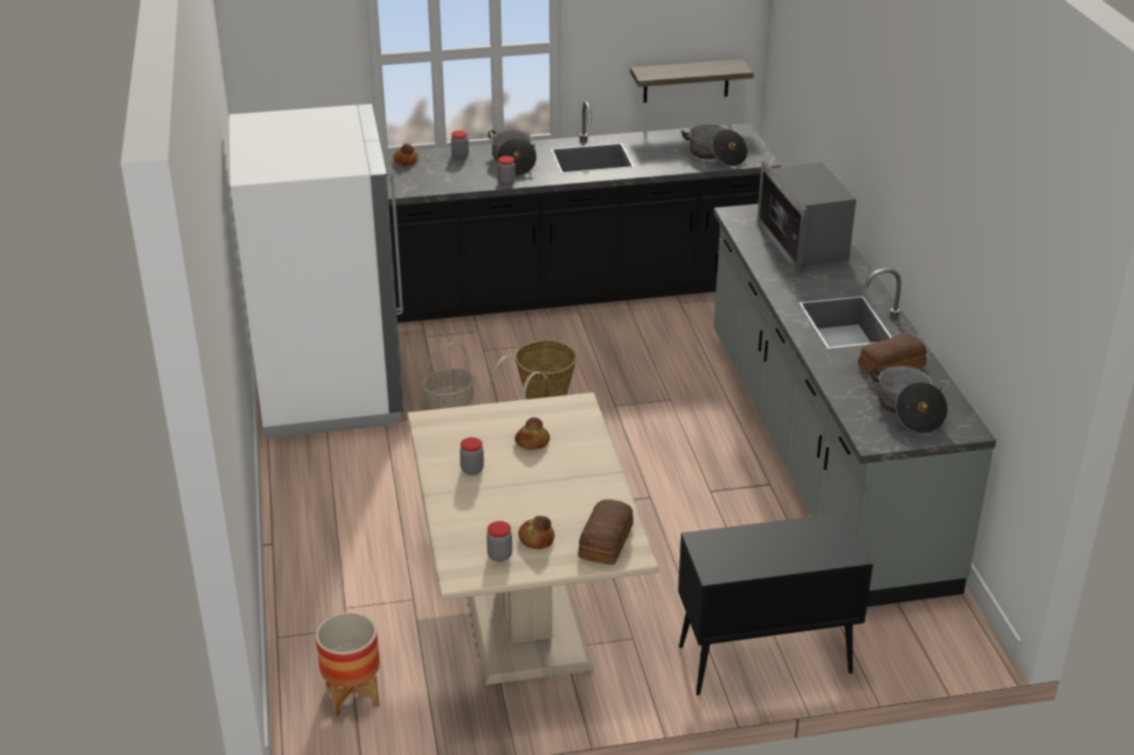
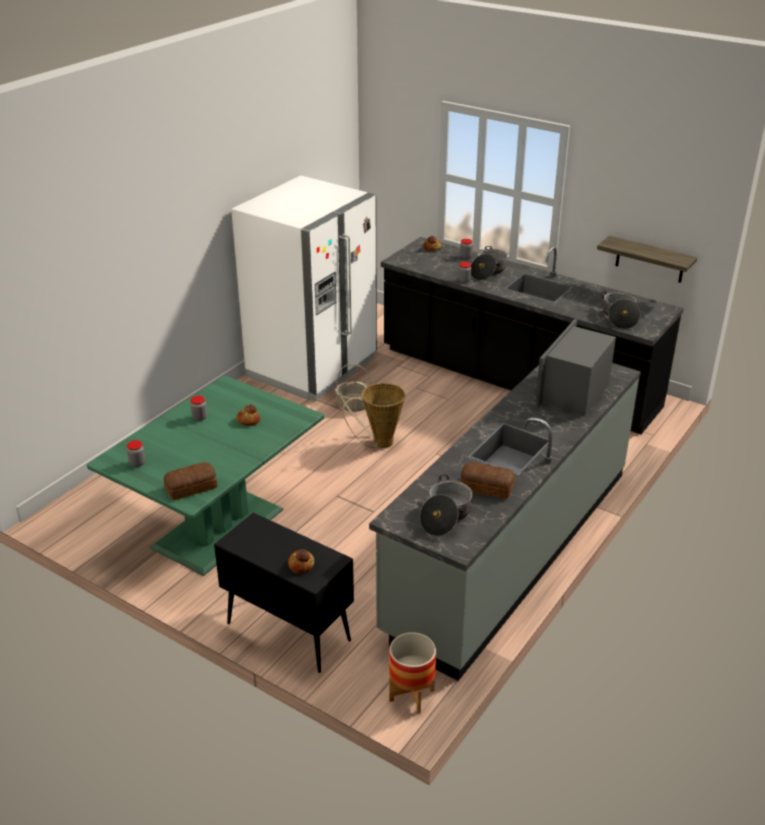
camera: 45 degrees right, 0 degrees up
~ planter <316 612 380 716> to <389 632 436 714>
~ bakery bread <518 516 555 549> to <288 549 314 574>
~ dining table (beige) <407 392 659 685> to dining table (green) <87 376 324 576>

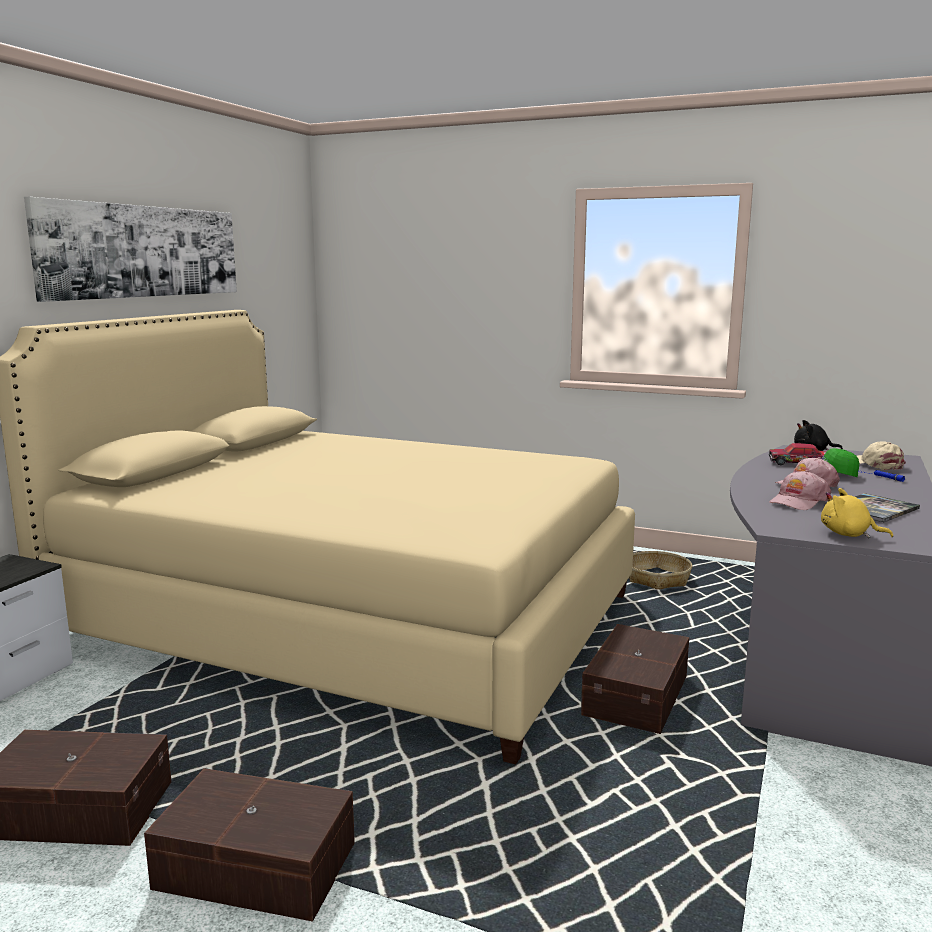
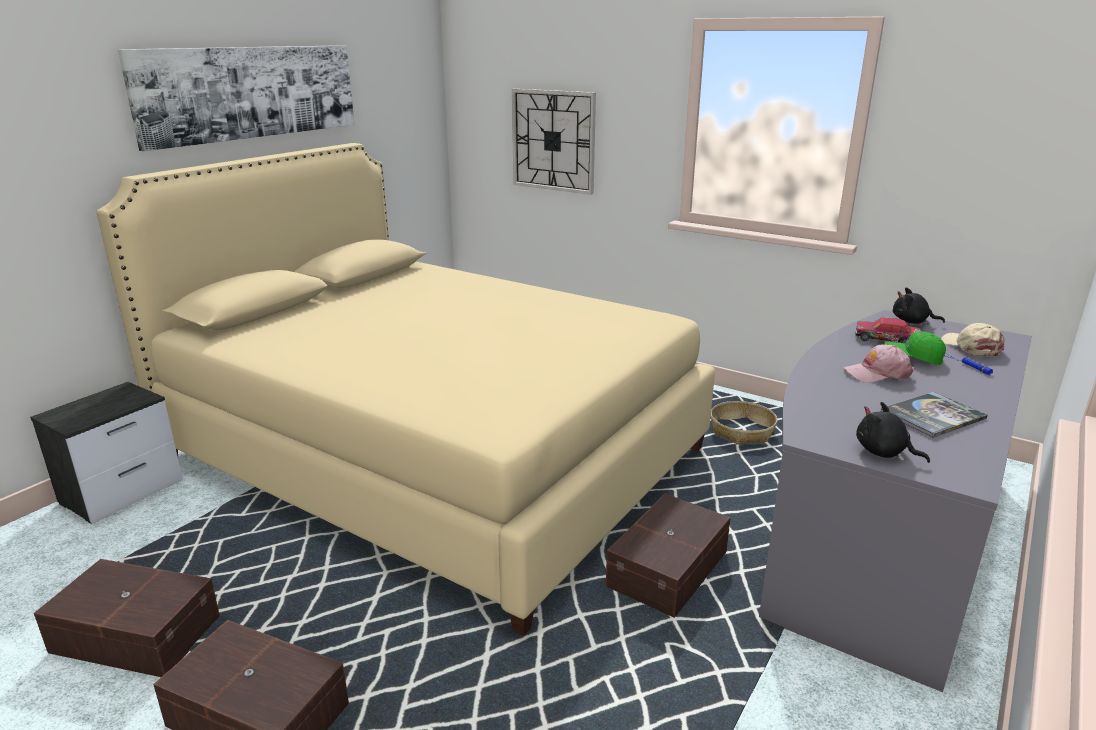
camera: 10 degrees right, 10 degrees up
- baseball cap (pink-coloured) <769 470 831 510>
+ clock on the wall <512 89 596 195>
~ soft toy (yellow-coloured) <821 488 893 538> to soft toy (black-coloured) <856 402 930 463>

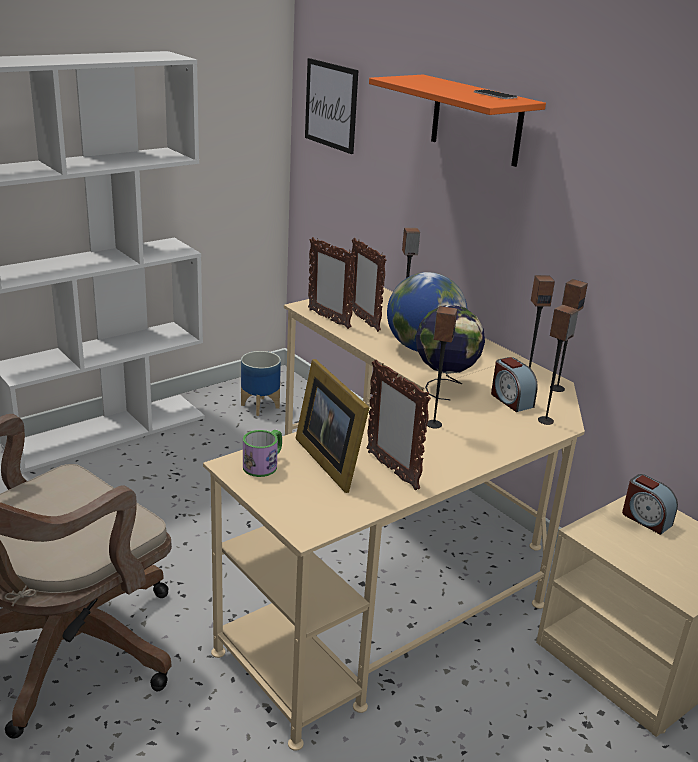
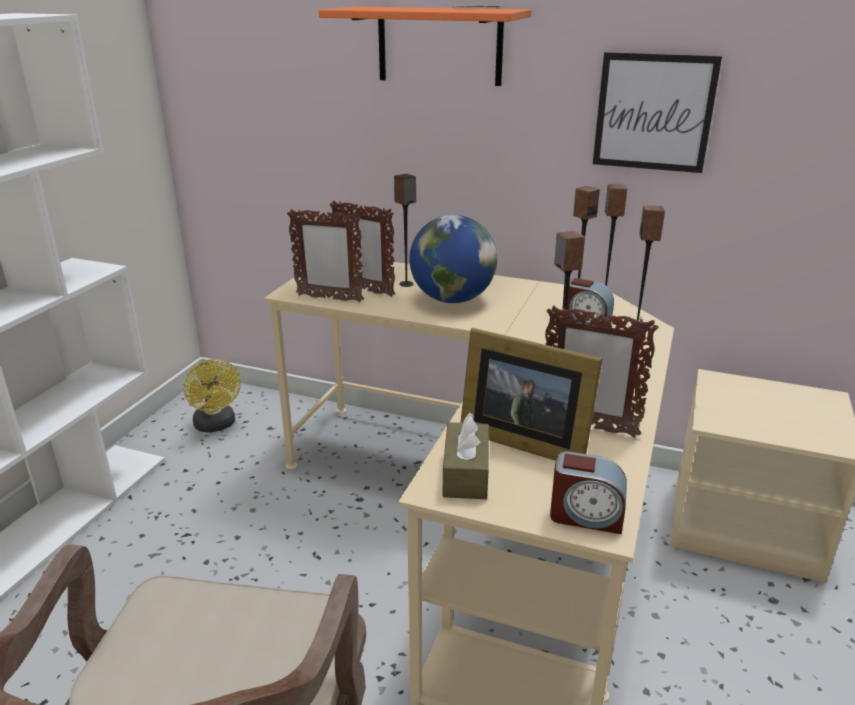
camera: 30 degrees left, 0 degrees up
- globe <416 305 485 400>
~ picture <305 58 358 154> to <593 52 722 173>
~ bedside clock <622 474 678 535> to <550 451 627 534>
~ planter <241 351 281 416> to cooling fan (yellow-coloured) <183 359 241 432>
~ tea mug <243 430 282 477> to box of tissues (brown) <443 412 489 499>

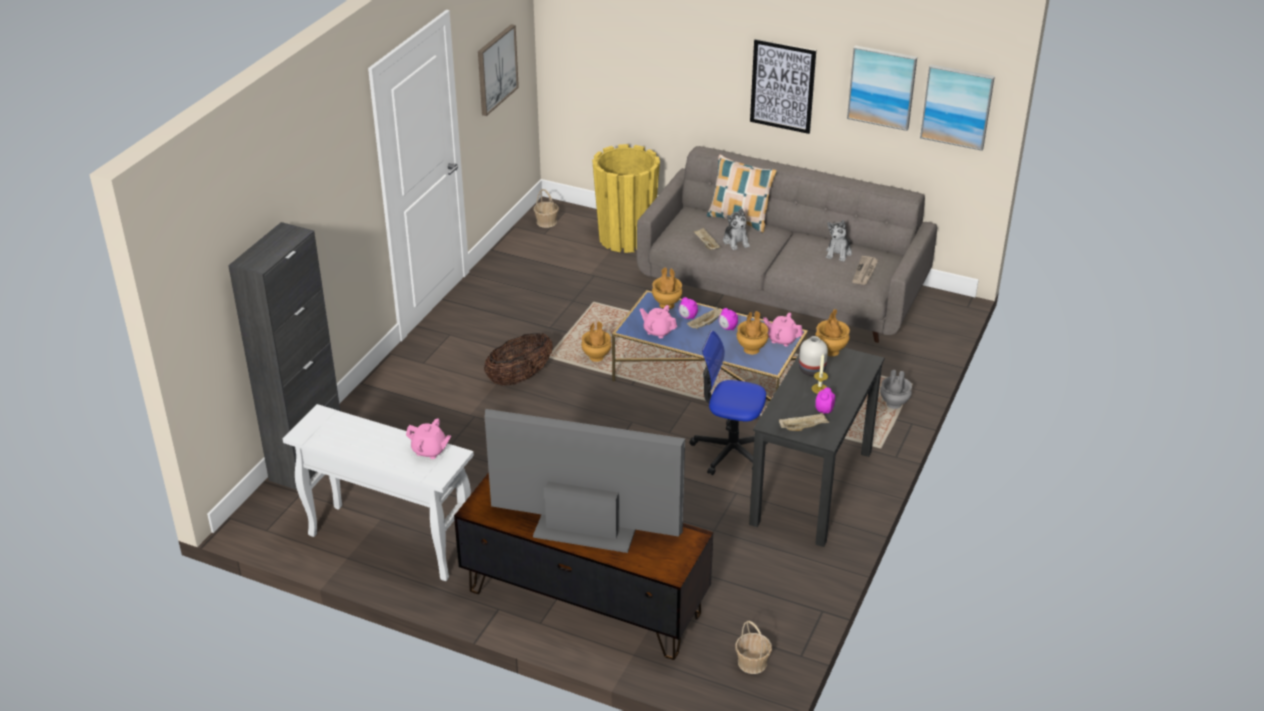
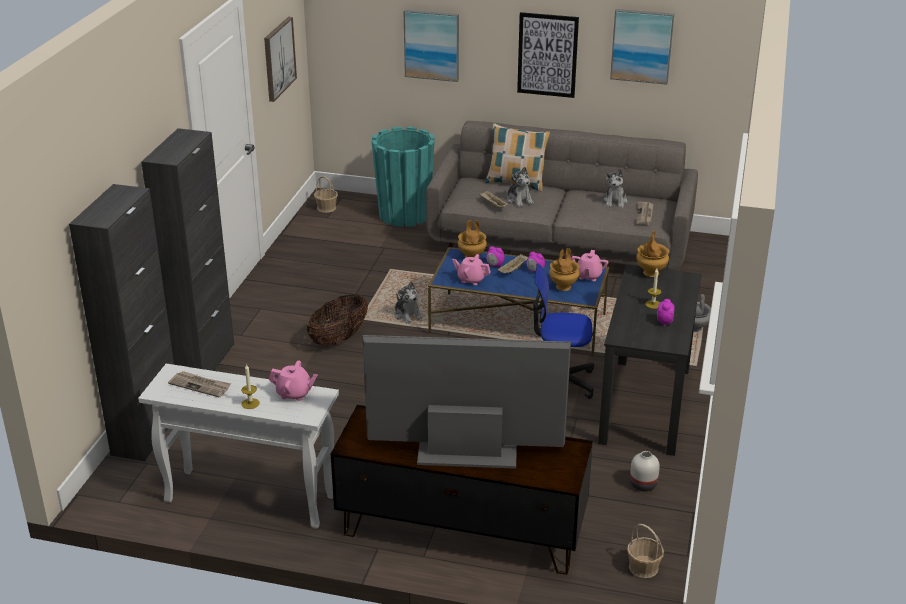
camera: 10 degrees left, 5 degrees down
- serving tray (beige) <779 412 829 431>
+ cabinet (black-coloured) <141 128 234 371>
+ daily paper <168 371 231 398>
+ candle <241 364 260 409>
~ vase (whitish) <799 336 828 376> to <630 451 660 492>
~ picture <920 64 995 151> to <403 10 459 82>
~ vase (brown) <581 322 611 362> to soft toy <394 282 423 324>
~ planter (yellow-coloured) <592 144 660 253> to planter (turquoise) <372 127 435 227>
~ pot for tea (pink-coloured) <763 313 803 347> = <571 250 608 281> 90 degrees counterclockwise

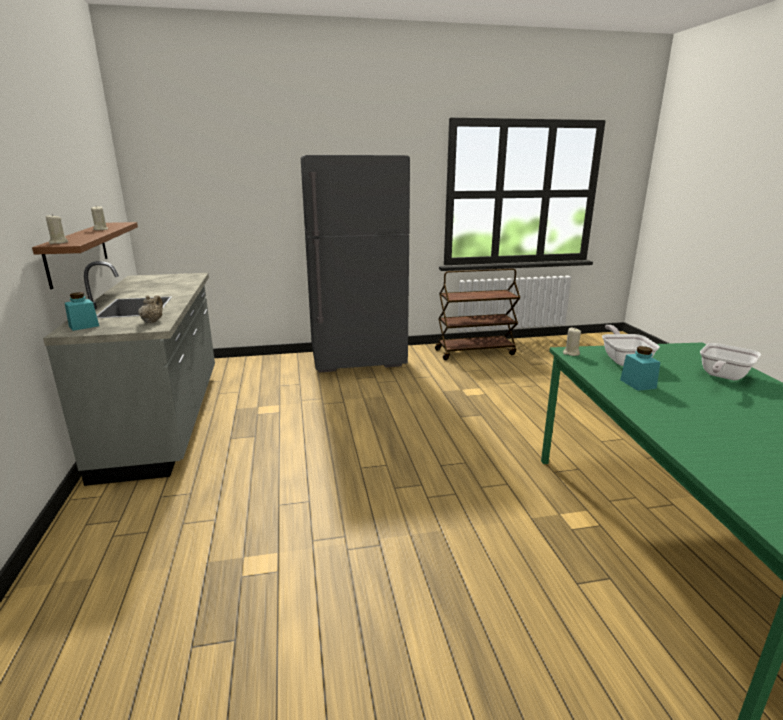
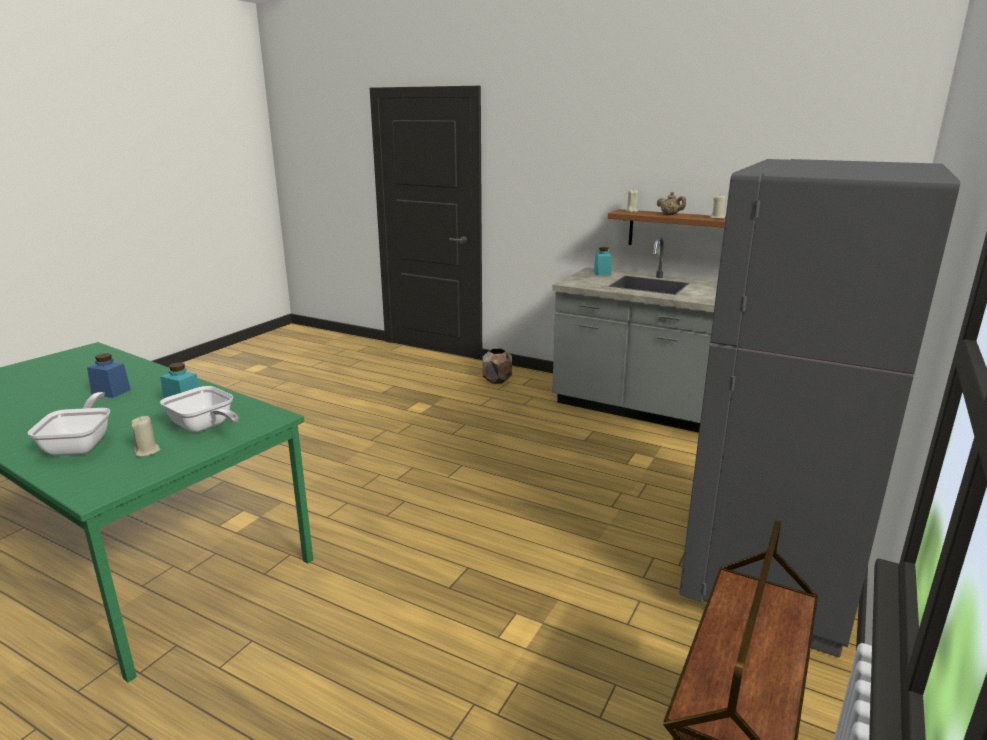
camera: 130 degrees right, 0 degrees up
+ preserve jar (blue-coloured) <87 353 131 398>
+ planter (brown) <482 349 512 384>
~ pot for tea (beige) <138 295 163 323> to <656 192 686 215>
~ candle (beige) <563 328 581 356> to <131 416 160 457>

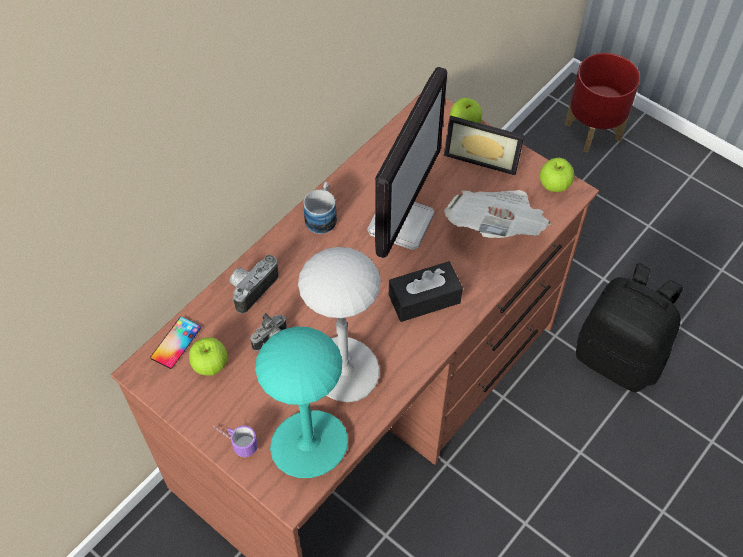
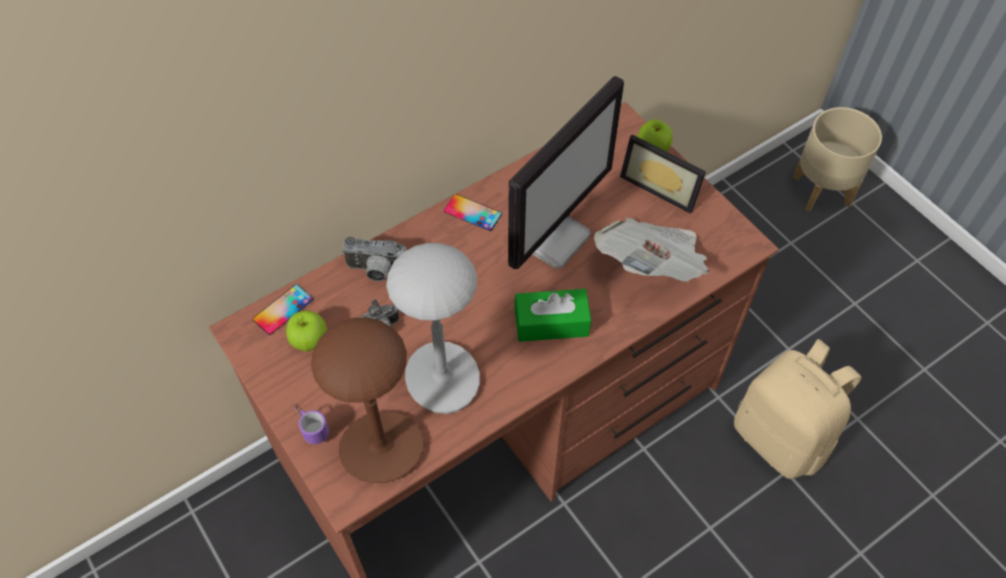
camera: 15 degrees right, 0 degrees up
- apple <540 158 574 192>
~ tea mug <303 182 337 234> to phone <444 194 502 231>
~ tabletop lamp (turquoise) <255 327 348 478> to tabletop lamp (brown) <311 318 424 483>
~ box of tissues (black-coloured) <389 261 463 322> to box of tissues (green) <514 289 591 342>
~ planter (red-coloured) <565 53 640 153> to planter (beige) <793 107 882 212>
~ backpack (black-coloured) <576 263 683 392> to backpack (beige) <734 339 862 479>
~ still camera <230 255 279 314> = <342 237 407 281> 135 degrees counterclockwise

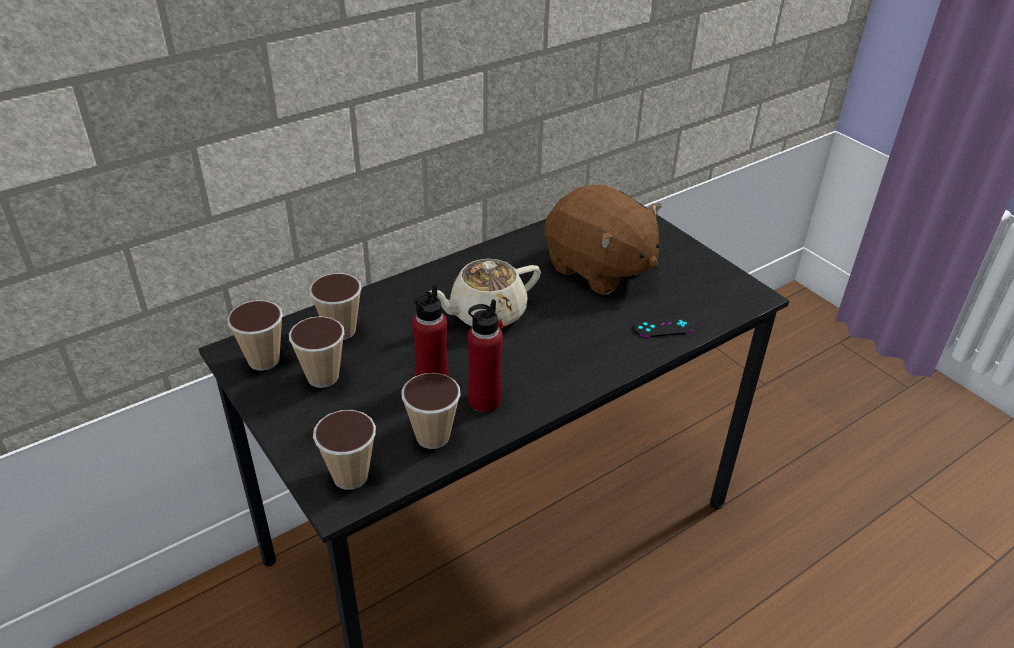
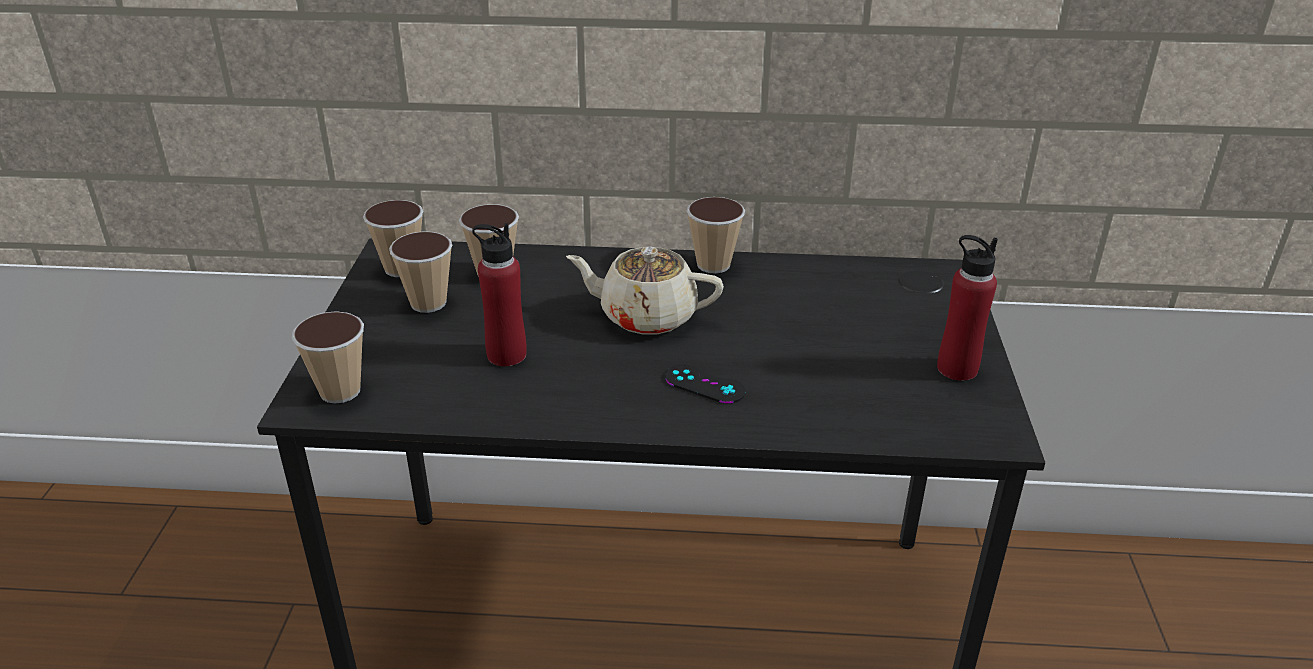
camera: 40 degrees right, 5 degrees down
- soft toy (brown) <545 185 661 295>
~ small cup <401 373 461 449> to <687 197 745 273>
~ drink bottle (red-coloured) <468 299 503 412> to <937 235 998 381>
~ game controller (black-coloured) <633 315 694 337> to <665 364 746 404>

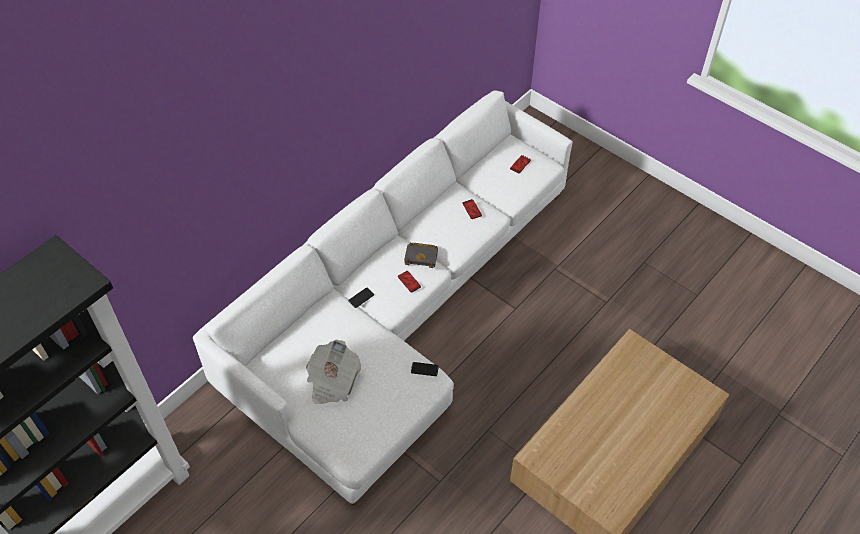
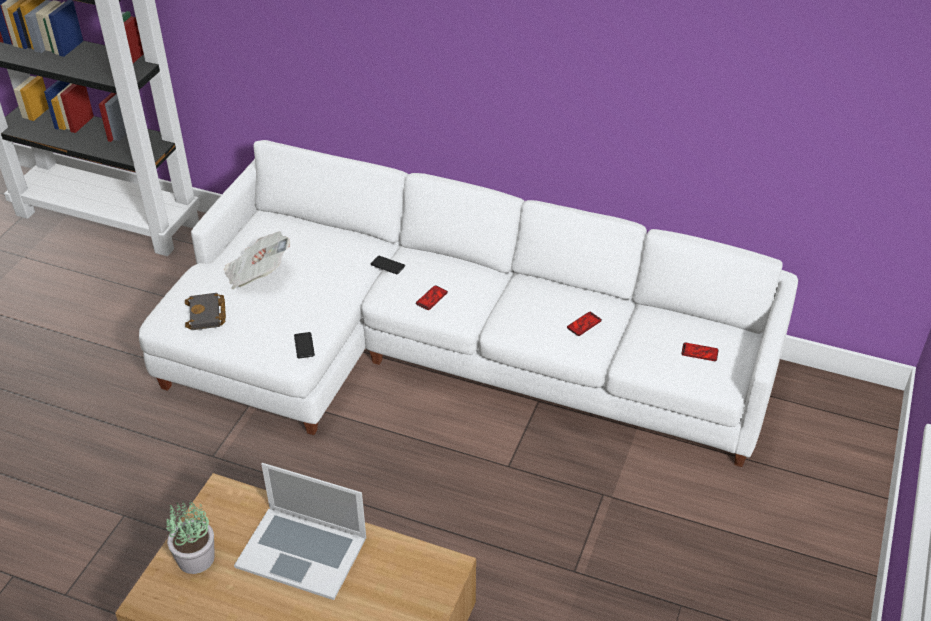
camera: 70 degrees right, 10 degrees down
+ plant in a pot <166 500 215 574>
+ laptop <234 463 366 600>
~ book (black-coloured) <404 243 438 268> to <185 293 226 330>

